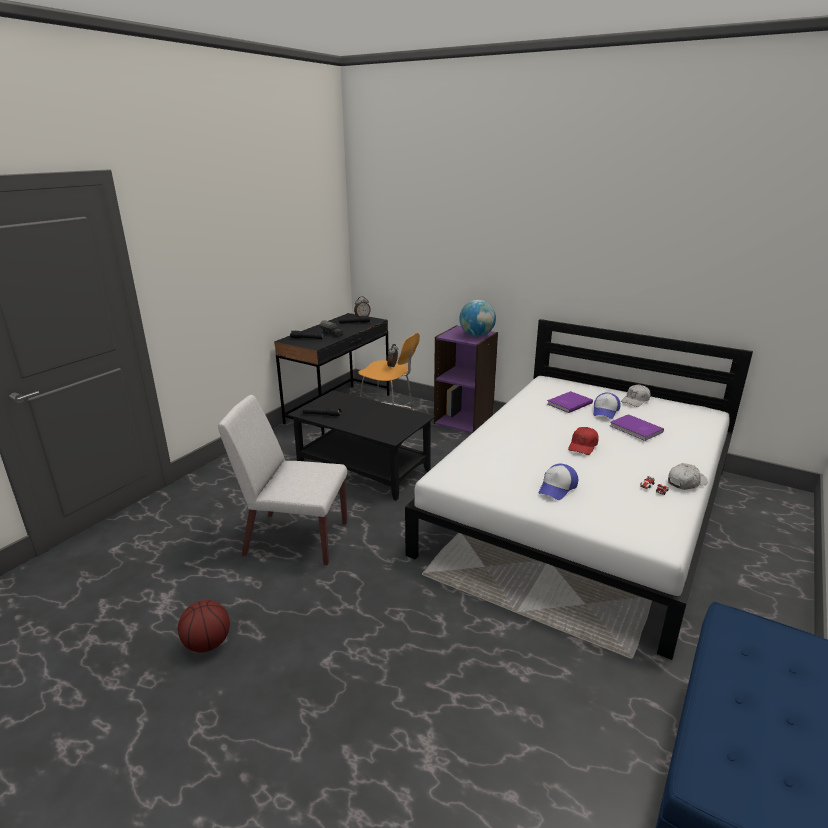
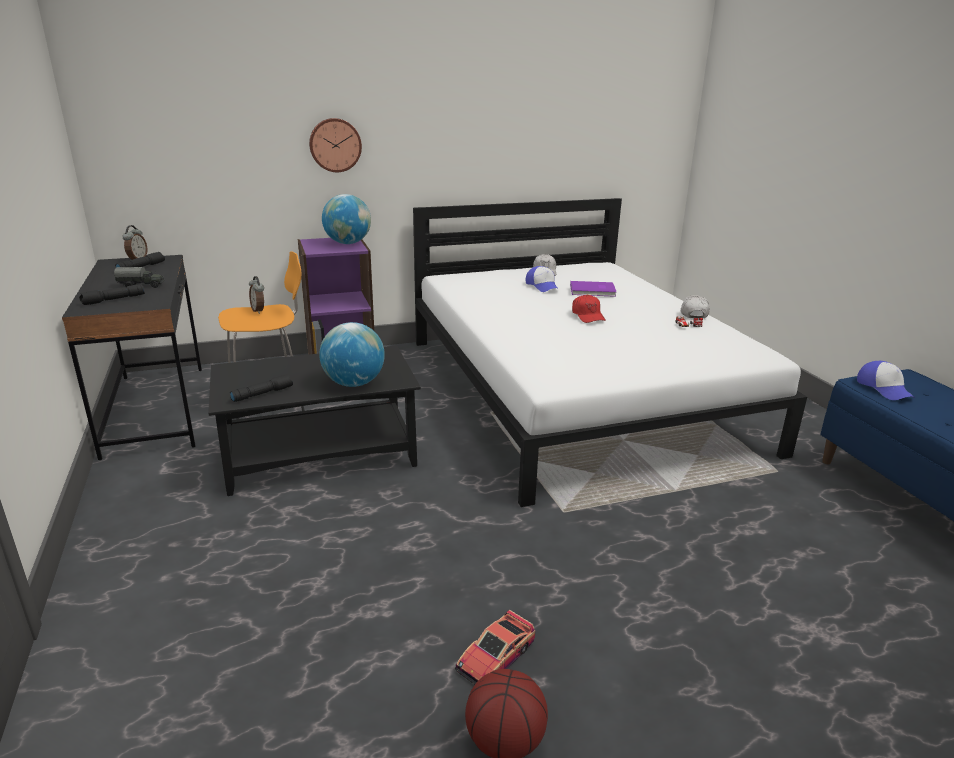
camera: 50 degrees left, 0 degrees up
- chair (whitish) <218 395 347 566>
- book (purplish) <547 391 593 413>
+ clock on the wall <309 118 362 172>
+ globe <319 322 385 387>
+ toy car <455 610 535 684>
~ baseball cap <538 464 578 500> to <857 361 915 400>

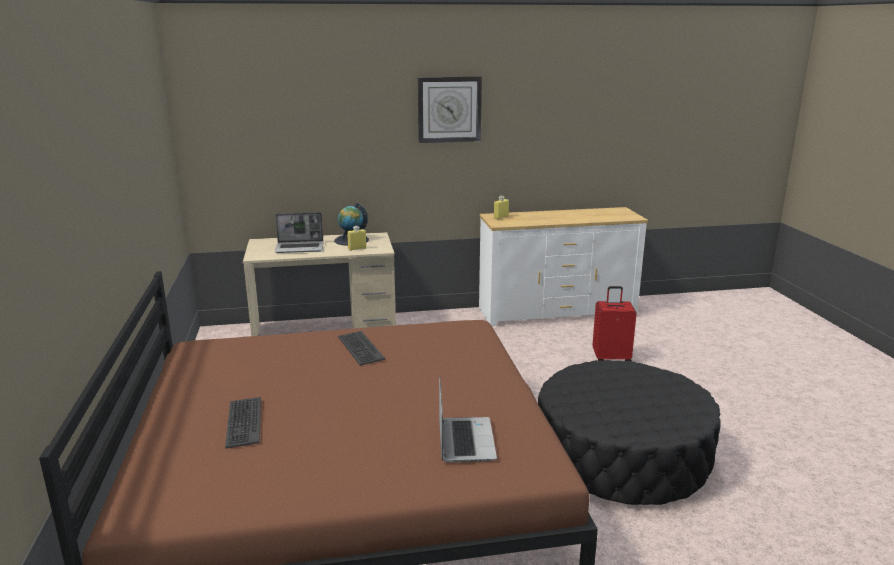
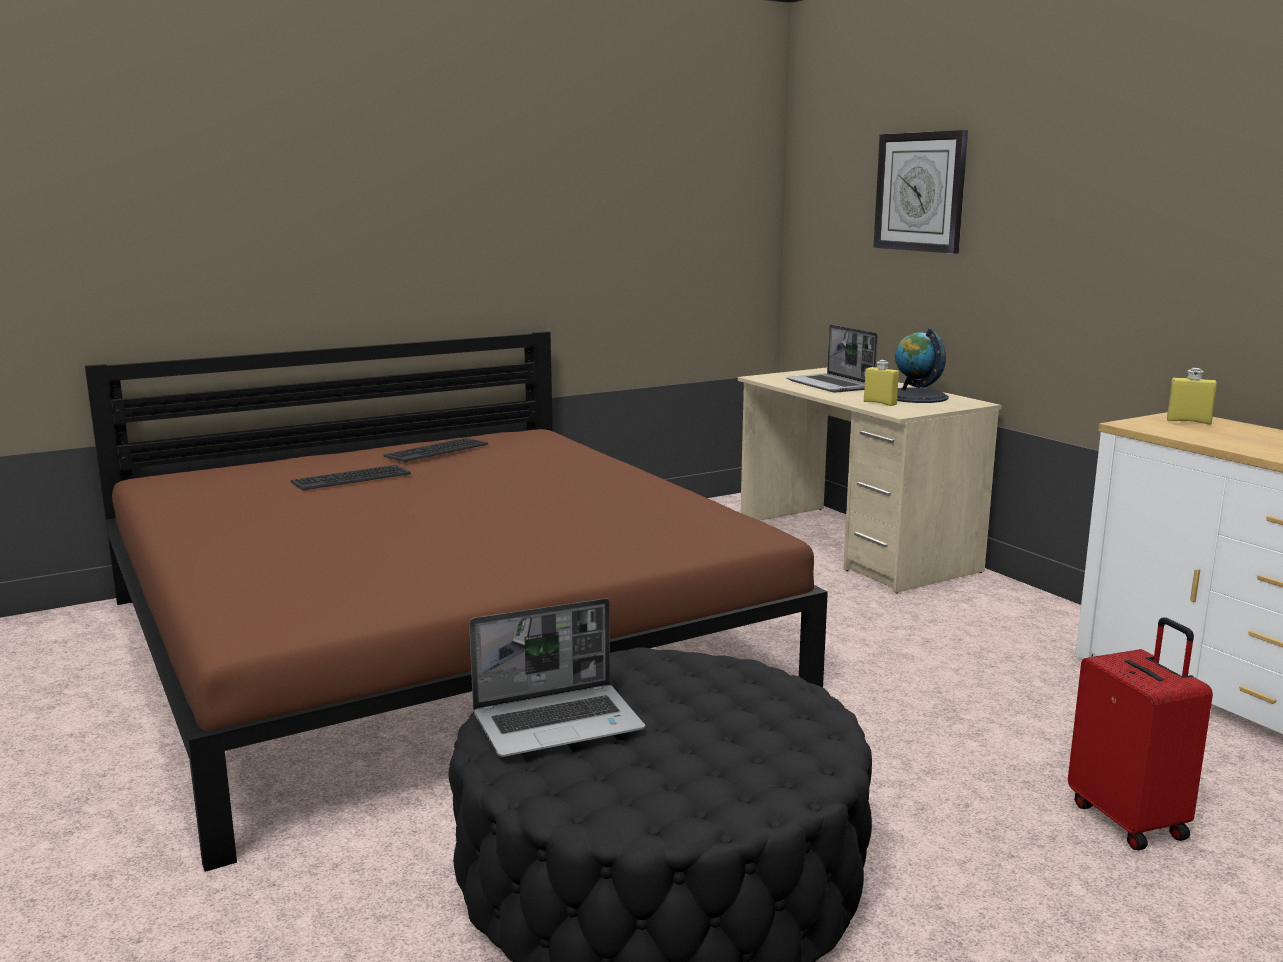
camera: 70 degrees right, 5 degrees down
~ PC keyboard <338 331 385 366> to <384 438 488 462>
~ clock on the wall <418 76 482 143> to <873 130 968 254>
~ laptop <439 377 497 462> to <469 598 645 757>

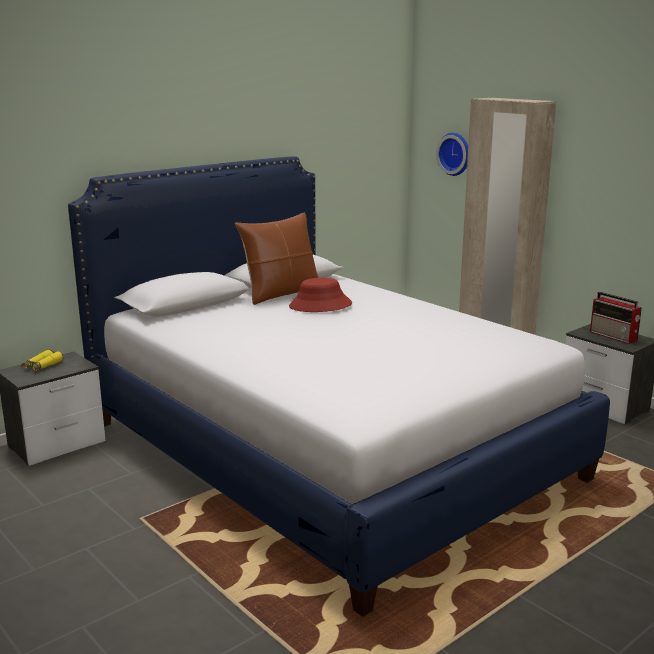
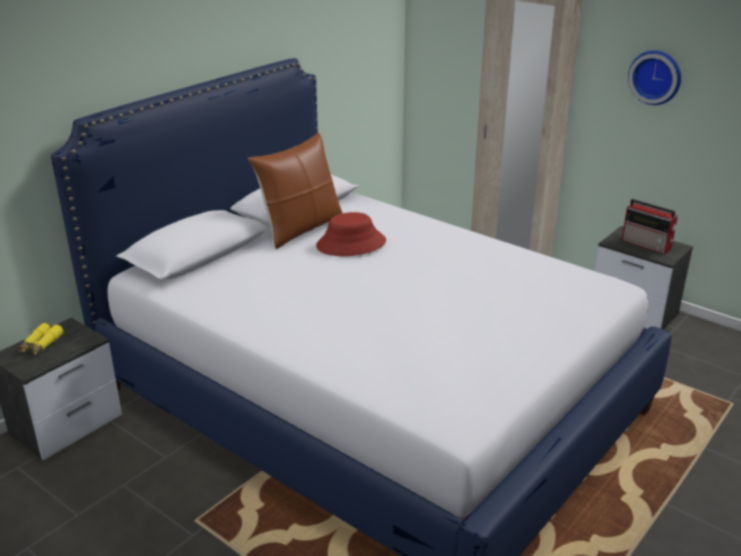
camera: 10 degrees left, 10 degrees up
~ clock on the wall <436 133 468 176> to <628 50 681 105>

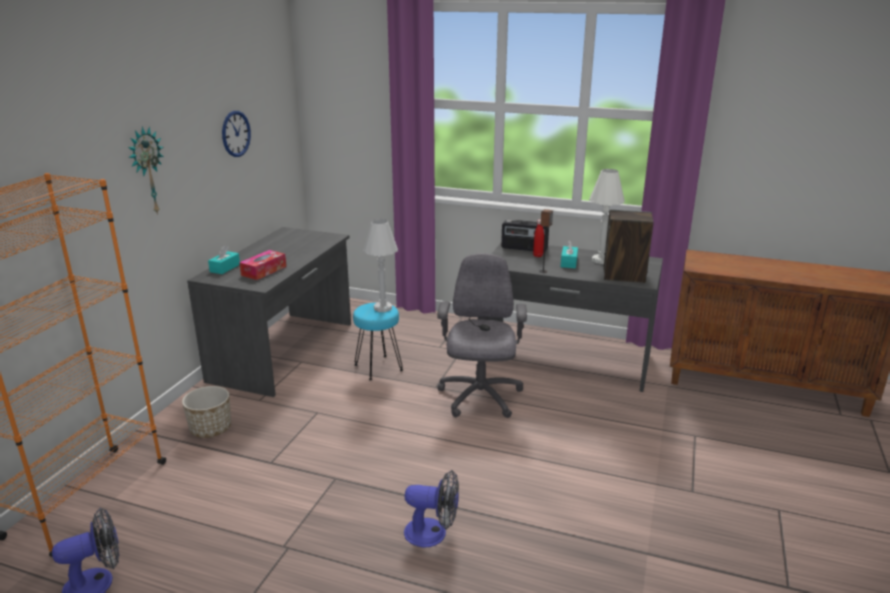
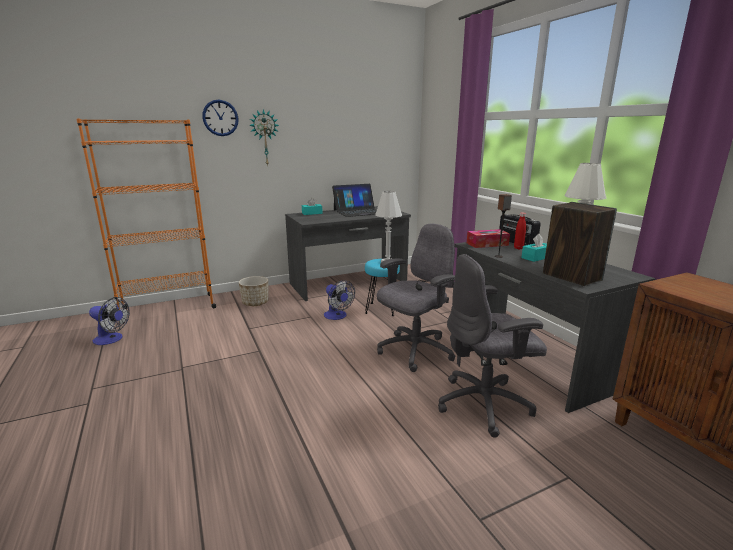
camera: 45 degrees right, 5 degrees down
+ laptop <332 184 377 217>
+ office chair (gray) <438 254 547 438>
~ clock on the wall <222 111 251 157> to <202 100 239 136>
~ box of tissues <239 250 286 280> to <467 229 510 248>
~ cooling fan <404 470 459 548> to <324 280 355 320>

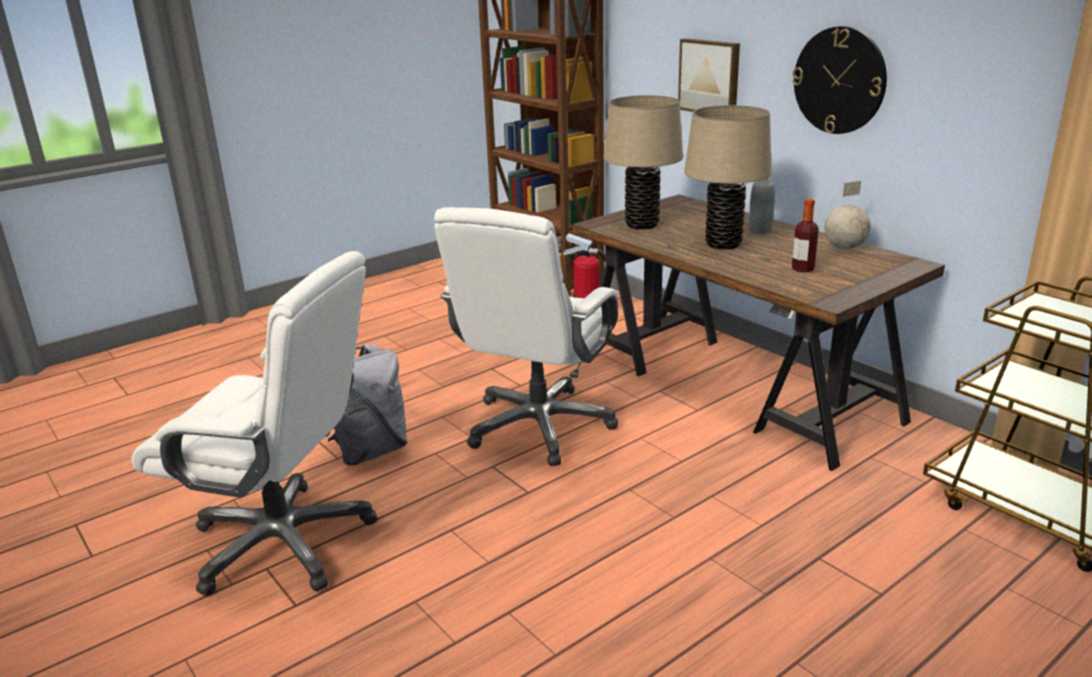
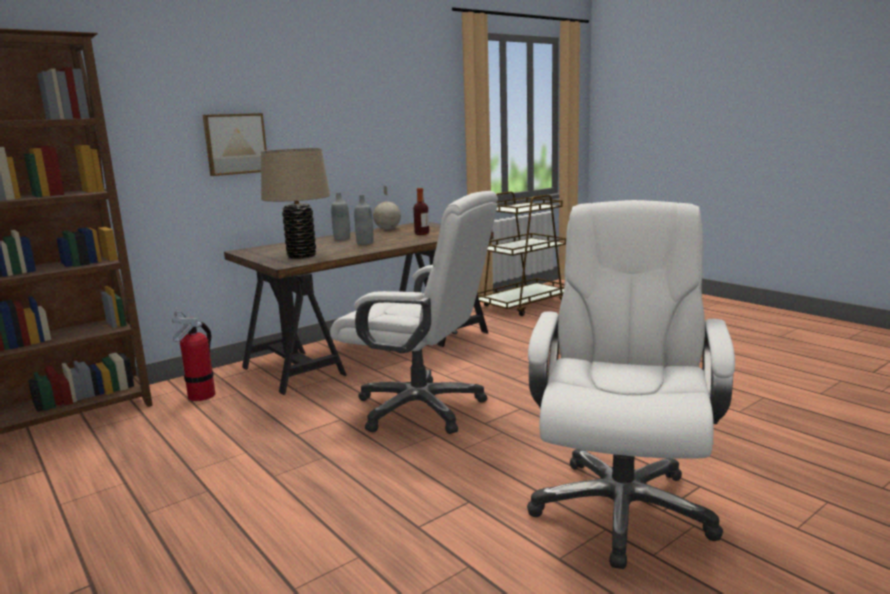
camera: 90 degrees left, 10 degrees down
- backpack (gray) <328 344 408 465>
- clock on the wall <792 26 887 134>
~ tabletop lamp (beige) <684 105 772 250> to drink bottle (gray) <354 195 373 245>

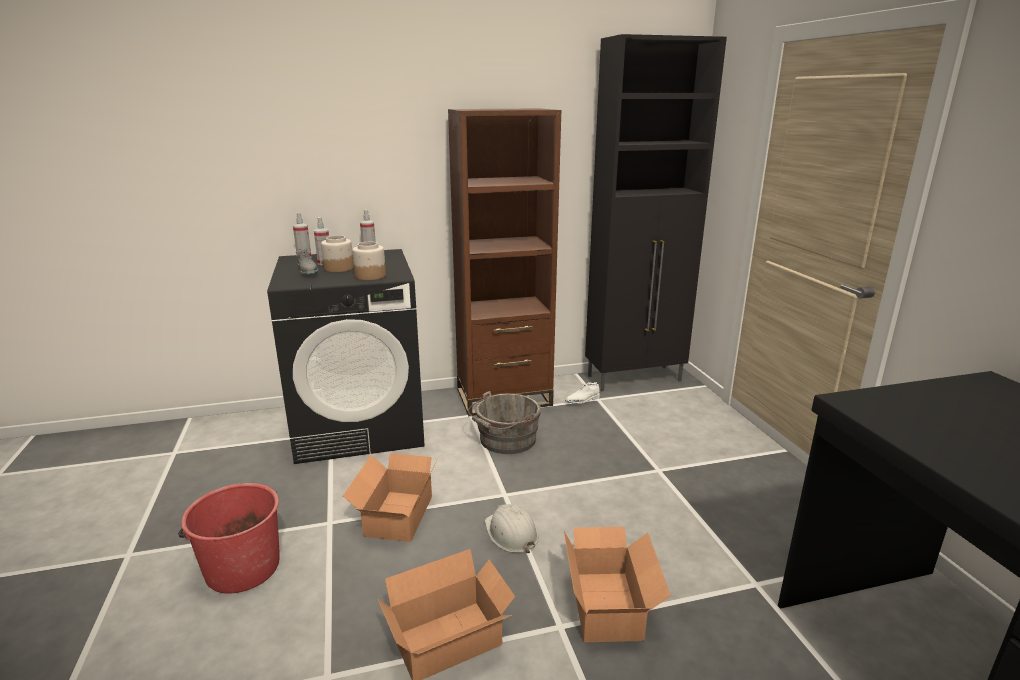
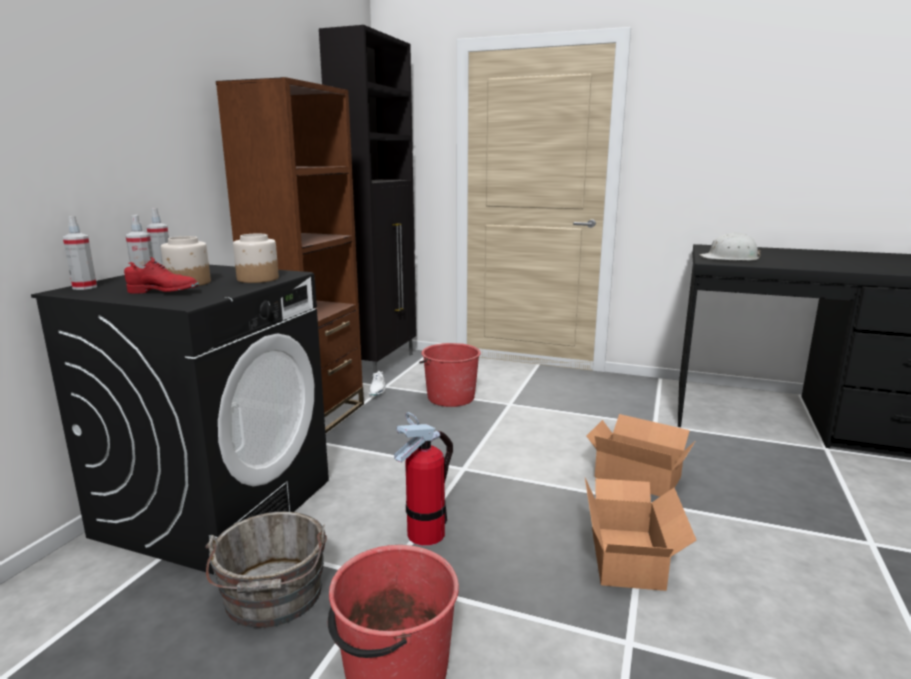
camera: 55 degrees left, 5 degrees down
+ bucket (red-coloured) <419 343 481 407>
~ bucket (gray) <468 391 541 454> to <206 511 327 628>
~ hard hat (whitish) <485 504 539 553> to <700 233 761 261>
~ cardboard box <343 453 438 542> to extinguisher <394 412 453 546>
~ shoe (gray) <296 248 318 275> to shoe (red-coloured) <124 257 199 294>

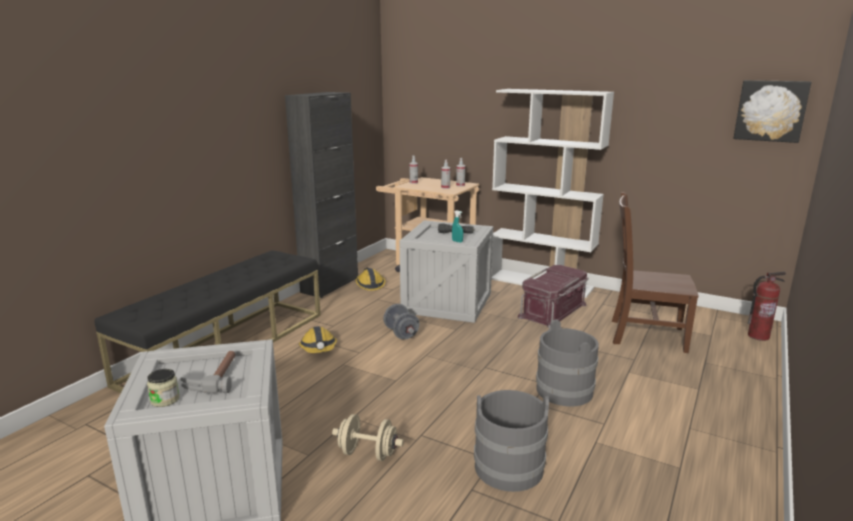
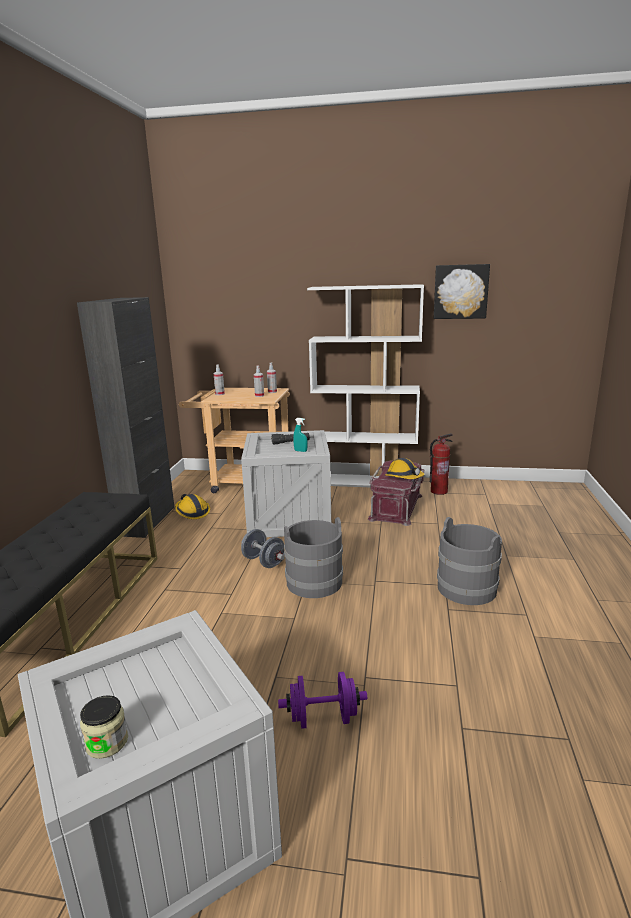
camera: 20 degrees left, 0 degrees up
- tool hammer <180 351 235 393>
- chair (brown) <612 192 699 353>
~ hard hat <299 326 337 353> to <385 458 425 479>
~ bucket (gray) <474 390 549 492> to <284 517 343 598>
~ picture <733 80 811 143> to <434 264 490 319>
~ extinguisher <748 272 786 341> to <430 433 453 495>
~ free weight (beige) <332 414 404 461> to free weight (purplish) <278 672 367 729>

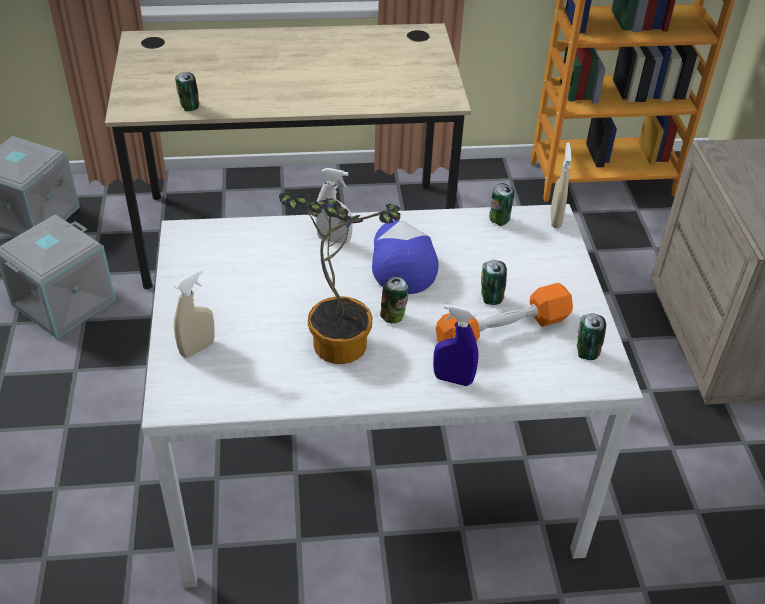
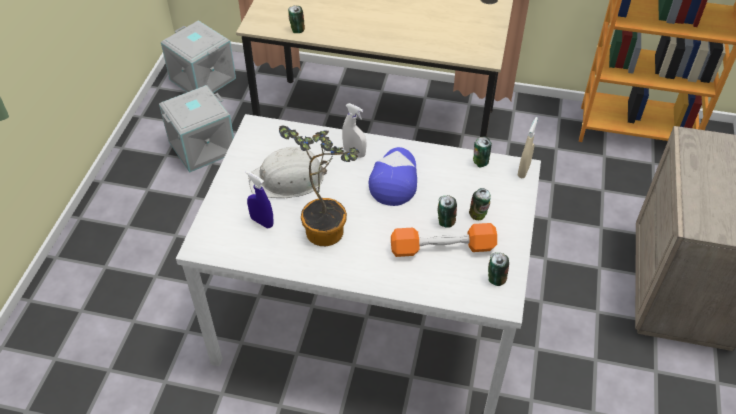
camera: 20 degrees right, 5 degrees up
- sprayer (beige) <174 269 215 358>
+ hard hat (whitish) <249 147 327 198>
~ can <380 277 408 323> to <469 188 491 220>
~ sprayer (blue-coloured) <433 304 479 386> to <245 171 274 228>

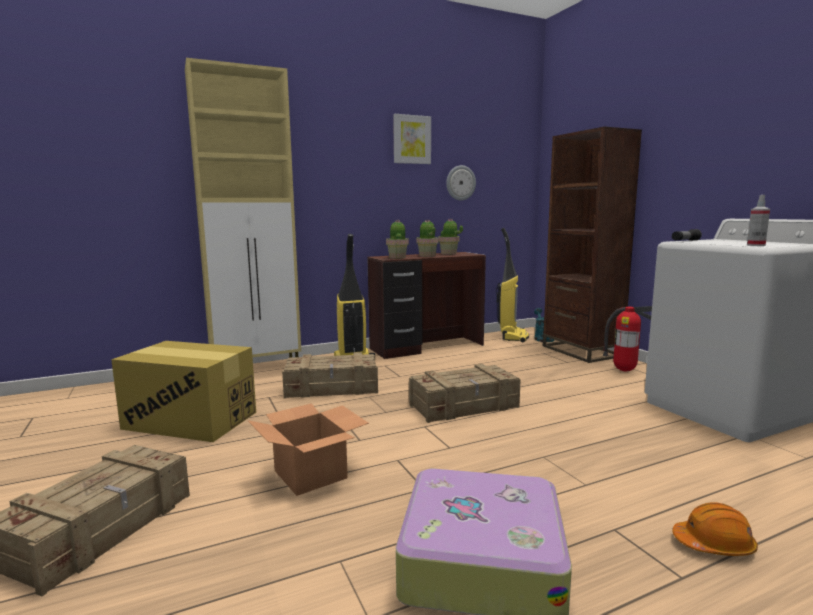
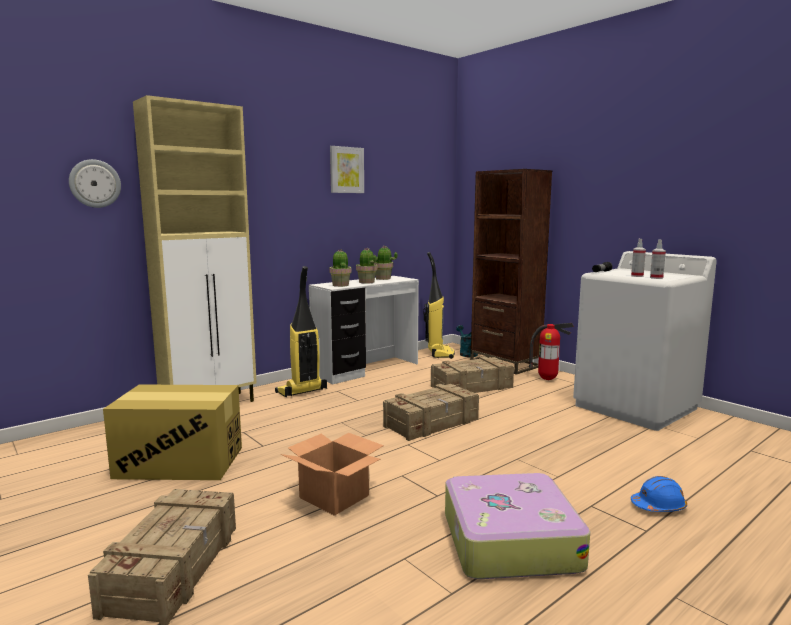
camera: 15 degrees left, 0 degrees up
+ sprayer <631 239 646 277>
~ packing crate <282 352 378 398> to <431 356 514 393>
~ clock on the wall <446 165 476 200> to <69 159 121 208>
~ desk (brown) <367 252 486 359> to desk (whitish) <309 276 419 385>
~ hard hat (orange) <672 502 758 556> to hard hat (blue-coloured) <631 476 687 512>

